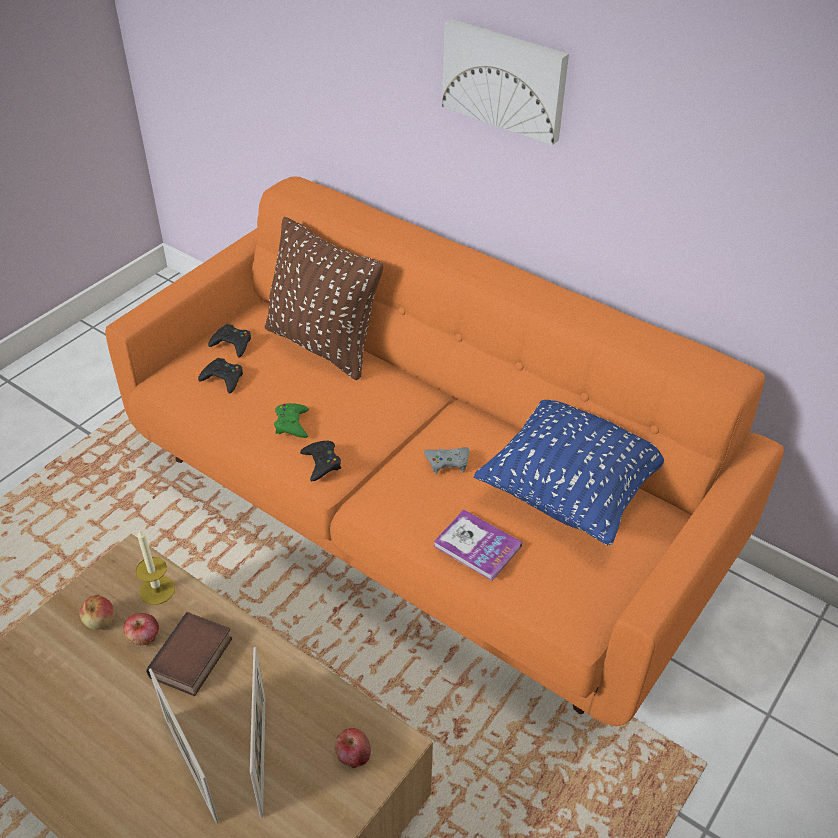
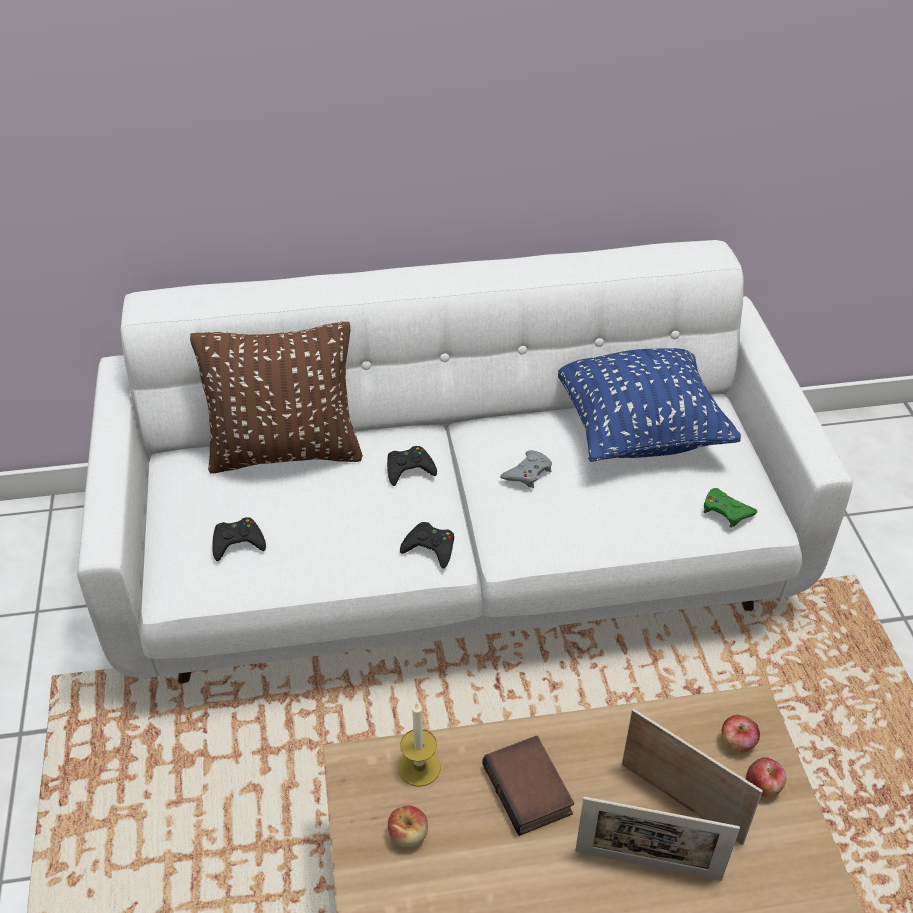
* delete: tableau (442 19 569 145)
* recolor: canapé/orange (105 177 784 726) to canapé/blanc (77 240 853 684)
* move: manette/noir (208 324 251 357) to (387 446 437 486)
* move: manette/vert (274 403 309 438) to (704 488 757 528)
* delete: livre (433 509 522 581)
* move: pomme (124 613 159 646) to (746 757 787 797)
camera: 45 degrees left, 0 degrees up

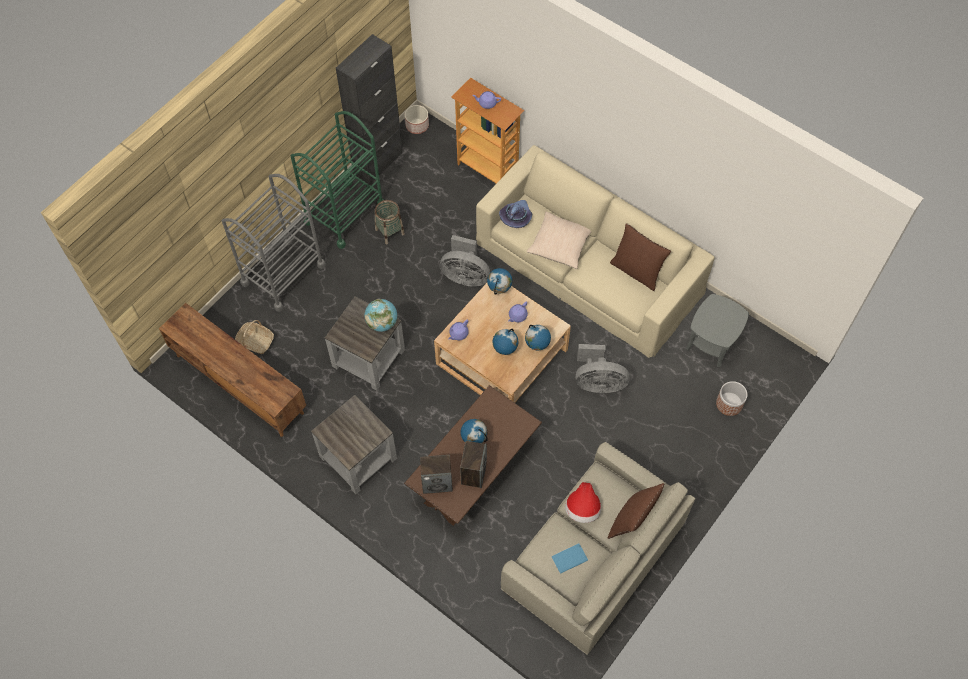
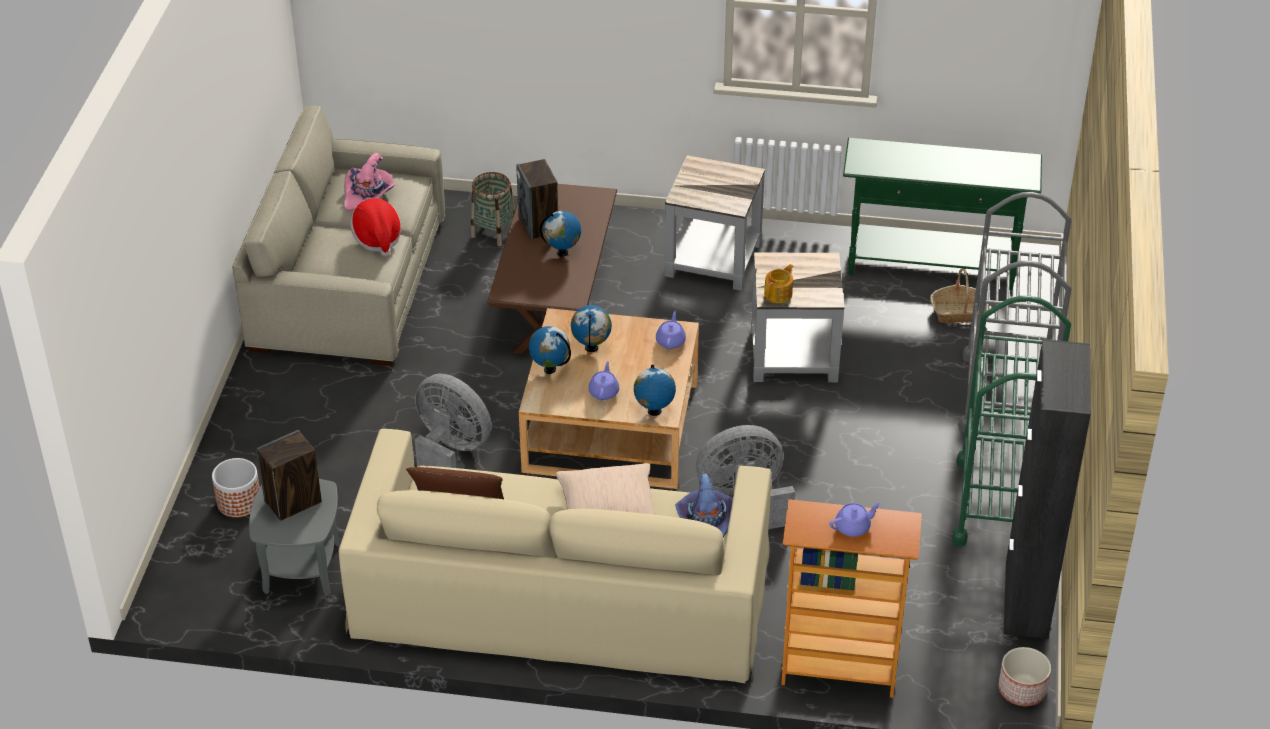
* move: panier (375 200 405 244) to (471 172 515 246)
* replace: globe (365 299 397 332) to théière (764 264 793 303)
* replace: meuble télé/marron (159 303 306 437) to table console/vert (843 138 1042 290)
* rotate: ventilateur/gris (575 344 630 393) = (415 374 492 468) 60 degrees clockwise
* move: enceinte (420 455 453 494) to (256 430 322 521)
* delete: coussin/marron (608 483 664 539)
* replace: livre/bleu (552 543 588 574) to chapeau/rose (344 153 395 211)
camera: 150 degrees right, 20 degrees down

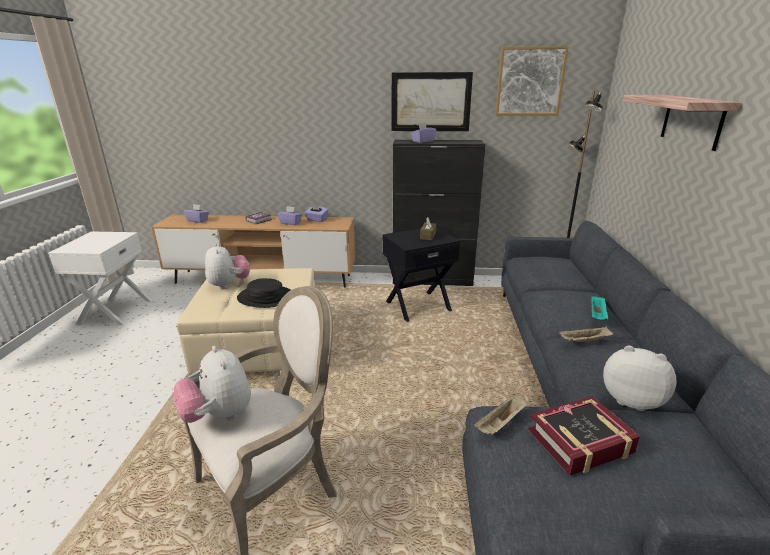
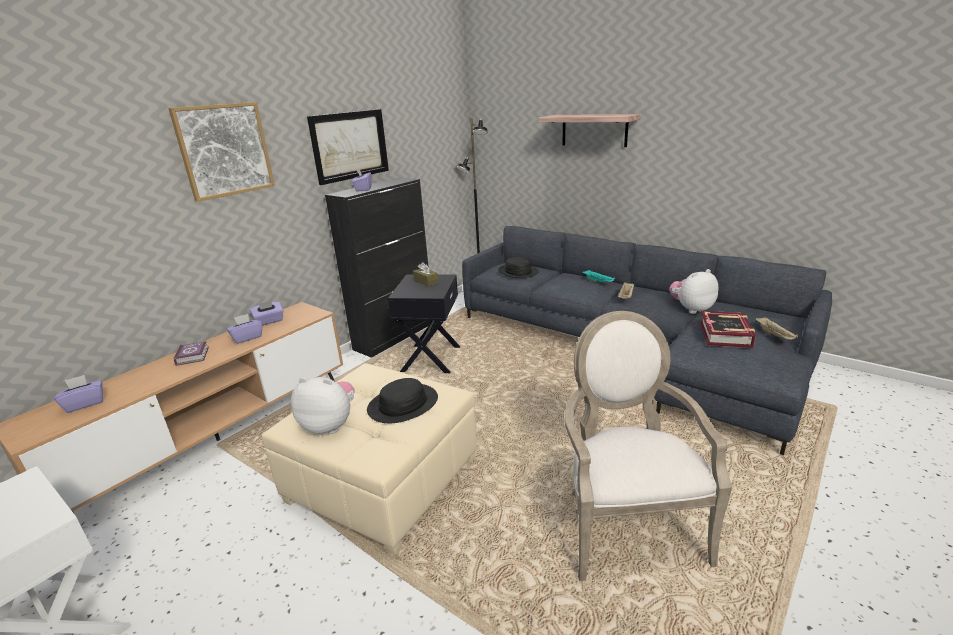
* move: tableau (495 46 569 115) to (168 102 275 202)
* delete: peluche (174 346 251 423)
* move: plateau/beige (474 394 527 436) to (755 317 798 340)
* insert: chapeau/noir (498 257 539 278)
camera: 55 degrees left, 0 degrees up

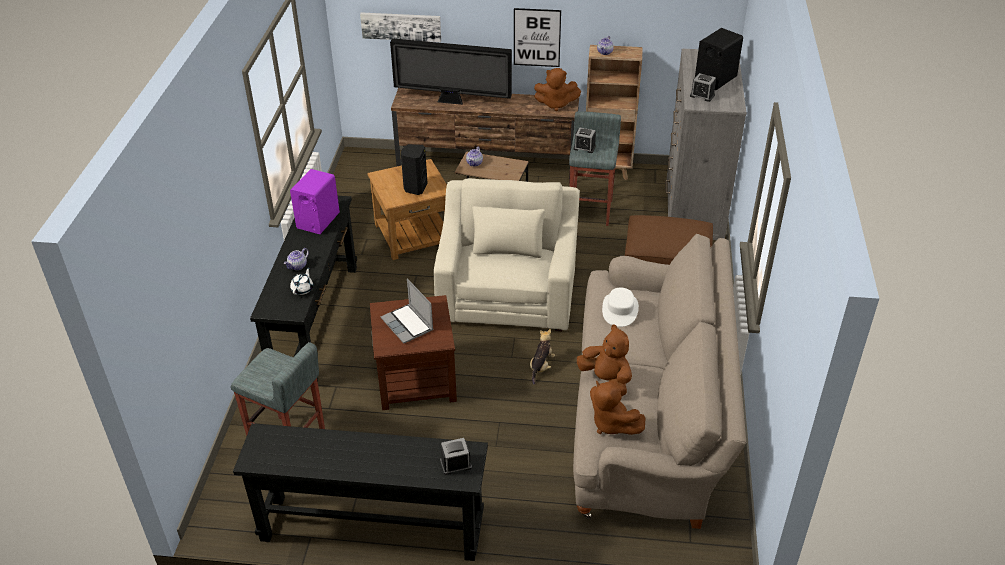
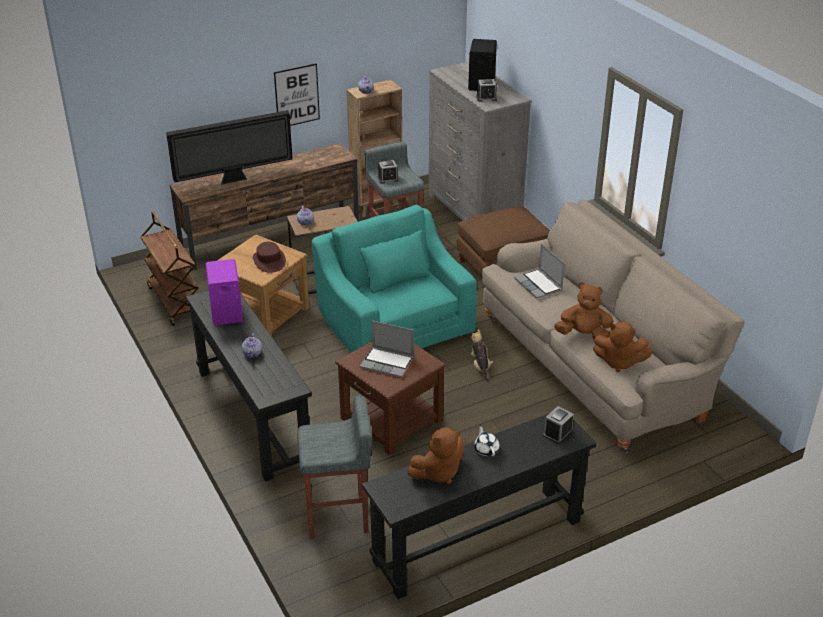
* delete: tableau (360 12 441 42)
* move: peluche/marron (534 68 581 111) to (408 427 464 484)
* replace: enceinte/noir (401 144 427 195) to chapeau/marron (253 242 286 273)
* recolor: fauteuil/beige (433 178 580 331) to fauteuil/turquoise (311 205 477 353)
* move: théière/blanc (290 267 313 295) to (474 424 500 456)
* replace: chapeau/blanc (602 288 639 327) to ordinateur portable (514 244 565 299)
* insert: chariot/marron (140 211 198 326)
camera: 35 degrees left, 5 degrees down

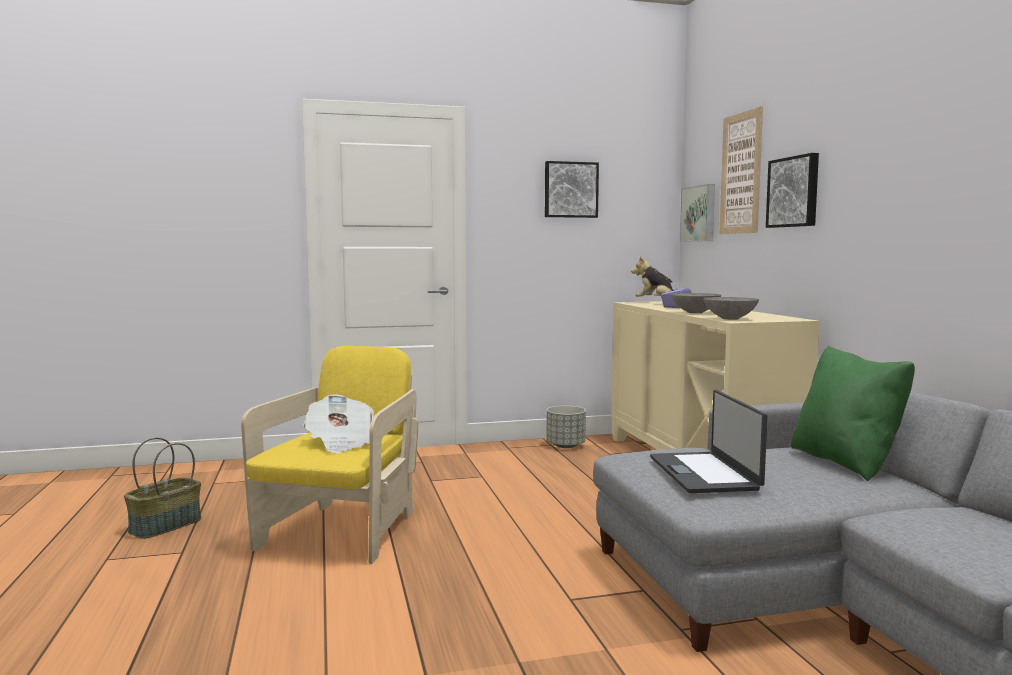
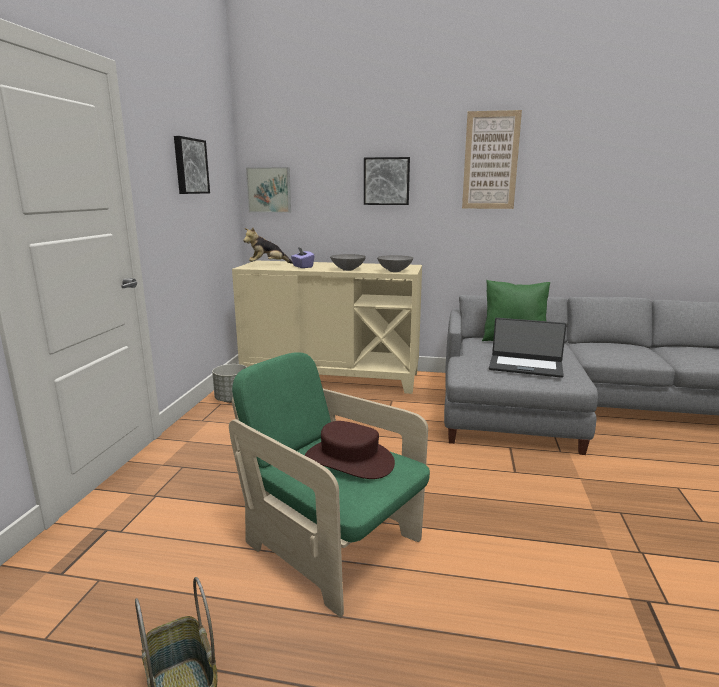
* move: tableau (719 106 763 234) to (462 110 522 209)
* recolor: fauteuil/jaune (241 346 419 564) to fauteuil/vert (229 352 430 617)
* replace: journal (304 394 374 453) to chapeau/marron (305 421 395 479)
camera: 65 degrees left, 10 degrees up

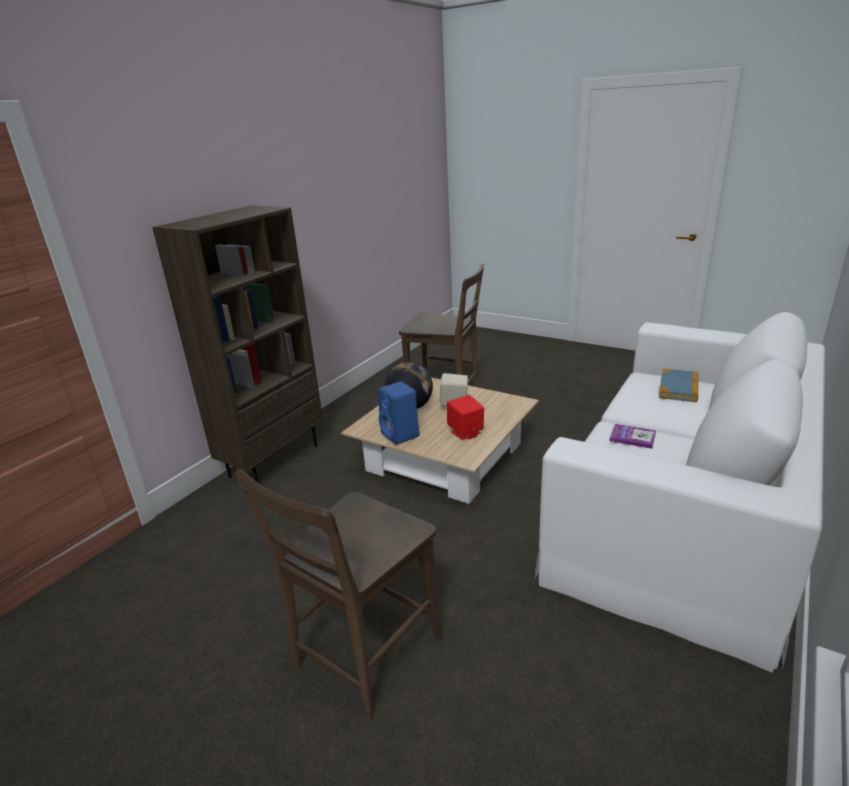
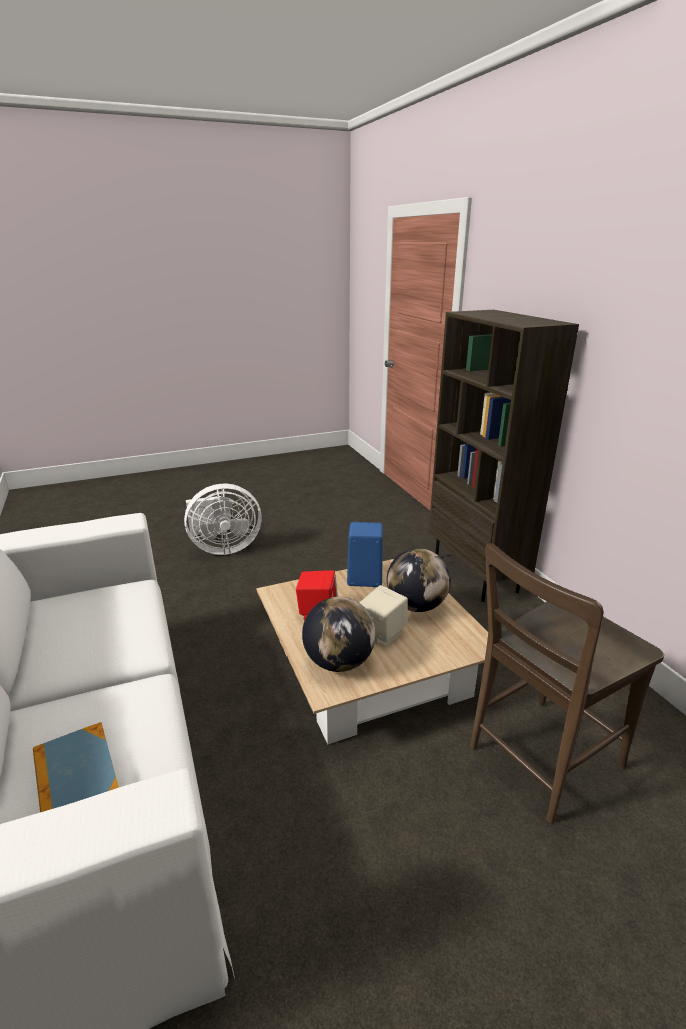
* delete: livre (610 424 656 449)
* replace: chaise/marron (235 469 443 720) to ventilateur/blanc (184 484 261 555)
* insert: globe (302 597 376 672)
camera: 125 degrees right, 0 degrees up

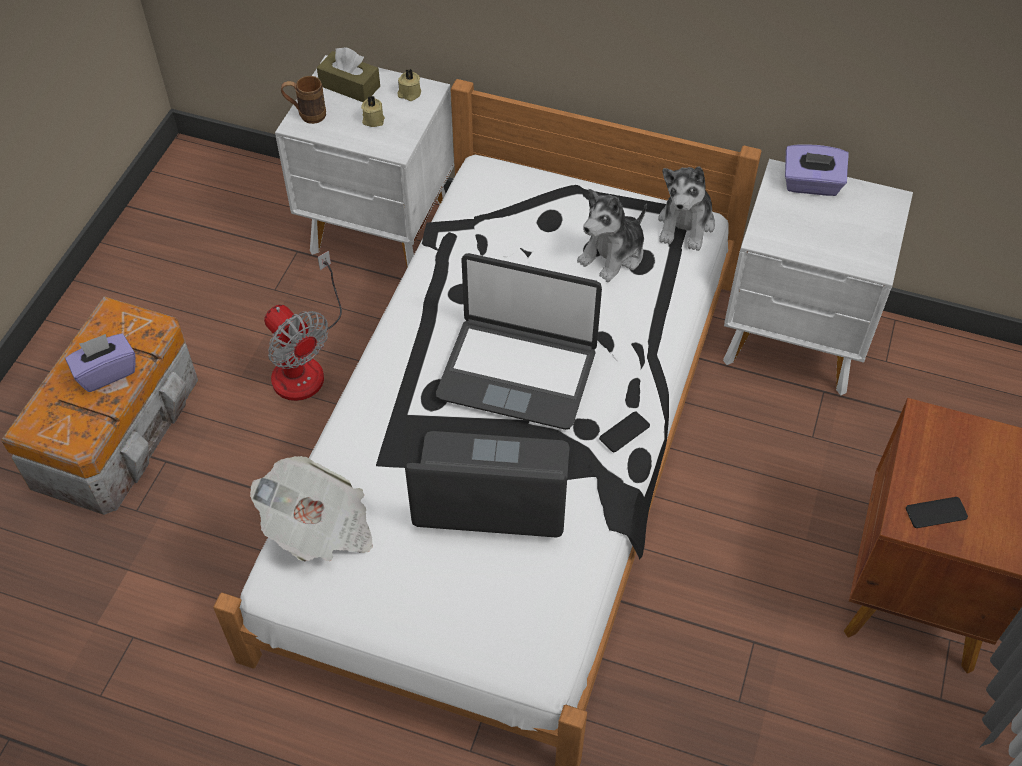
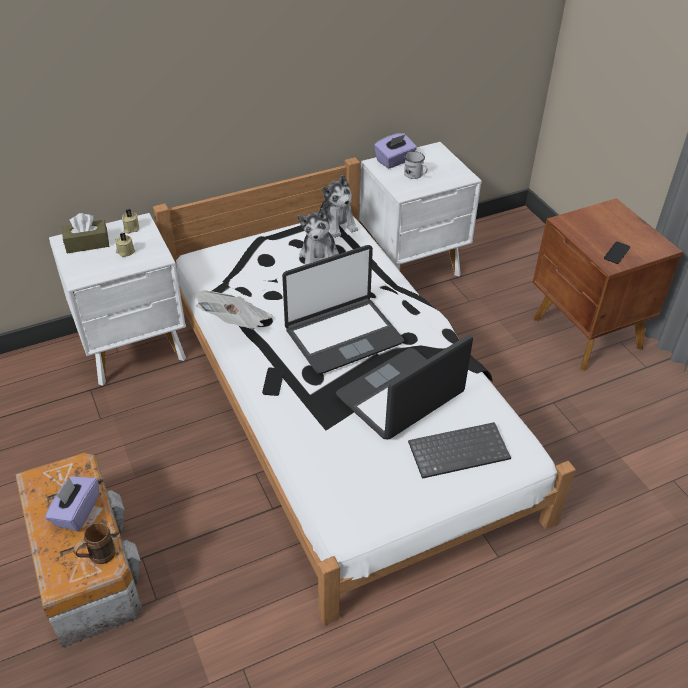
* move: mug/marron (281 76 326 124) to (73 523 115 564)
* delete: ventilateur (264 251 342 401)
* move: téléphone (599 411 650 452) to (262 368 284 396)
* move: journal (250 456 373 562) to (195 290 273 329)
* insert: mug/blanc (404 151 428 179)
* insert: clavier (408 422 511 479)
camera: 45 degrees left, 10 degrees down

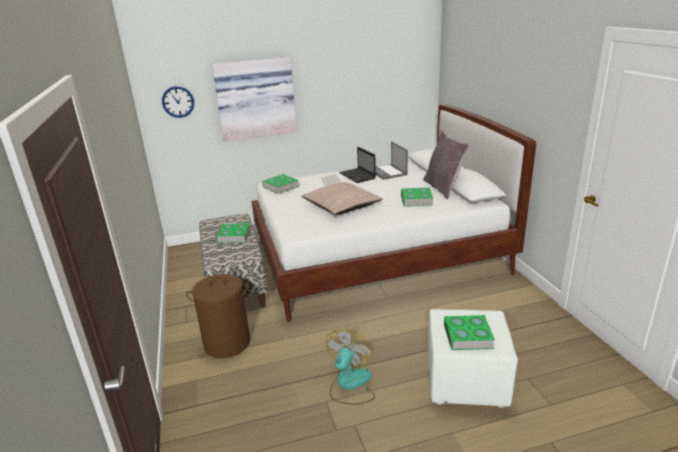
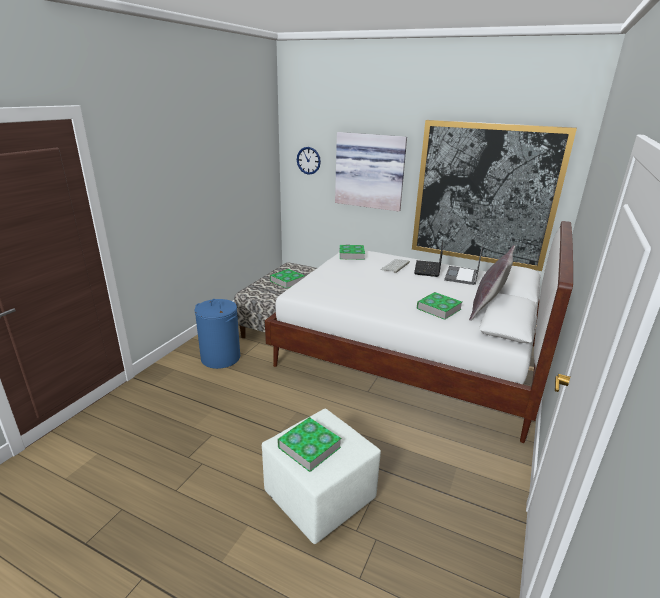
* delete: coussin (301 182 383 215)
* recolor: panier à linge/marron (186 274 250 358) to panier à linge/bleu (195 299 240 369)
* delete: ventilateur (326 329 375 405)
* insert: tableau (412 120 577 271)
camera: 40 degrees right, 0 degrees up

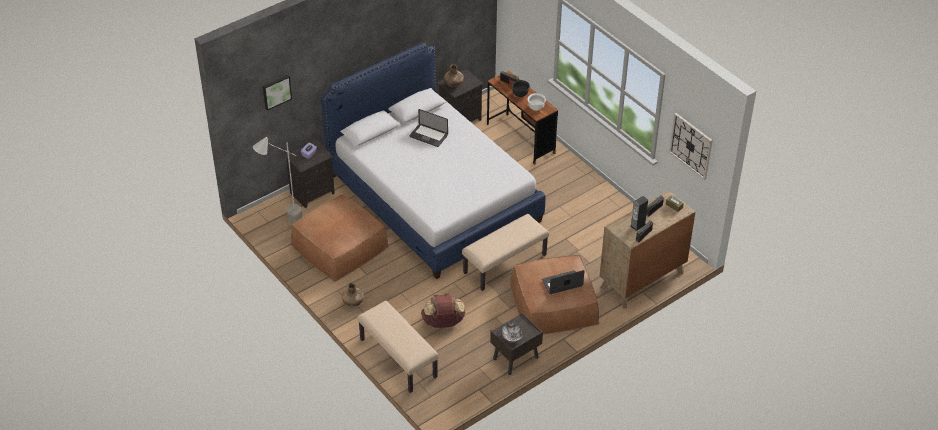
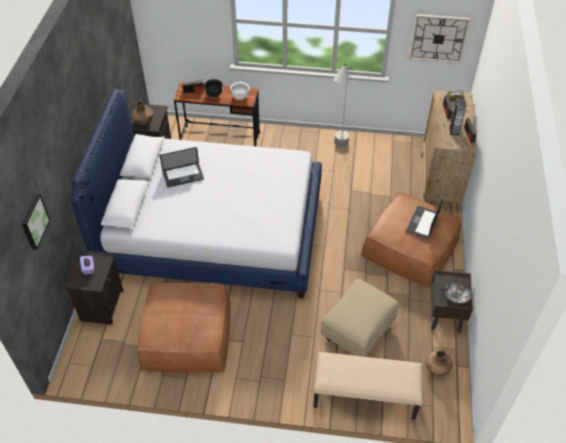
* move: lampadaire/gris (253 136 302 222) to (333 63 351 147)
* delete: banc/beige (462 214 549 291)
* move: vase/marron (342 282 364 307) to (426 350 452 376)
* replace: sac à dos/marron (421 293 466 328) to pouf/beige (321 278 400 357)
camera: 45 degrees left, 5 degrees up

